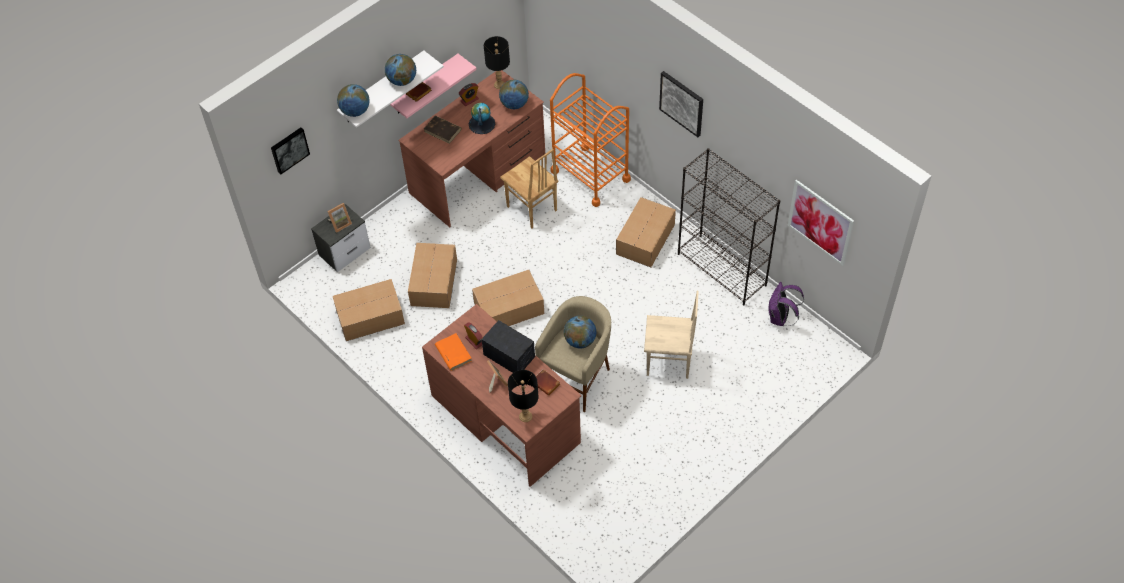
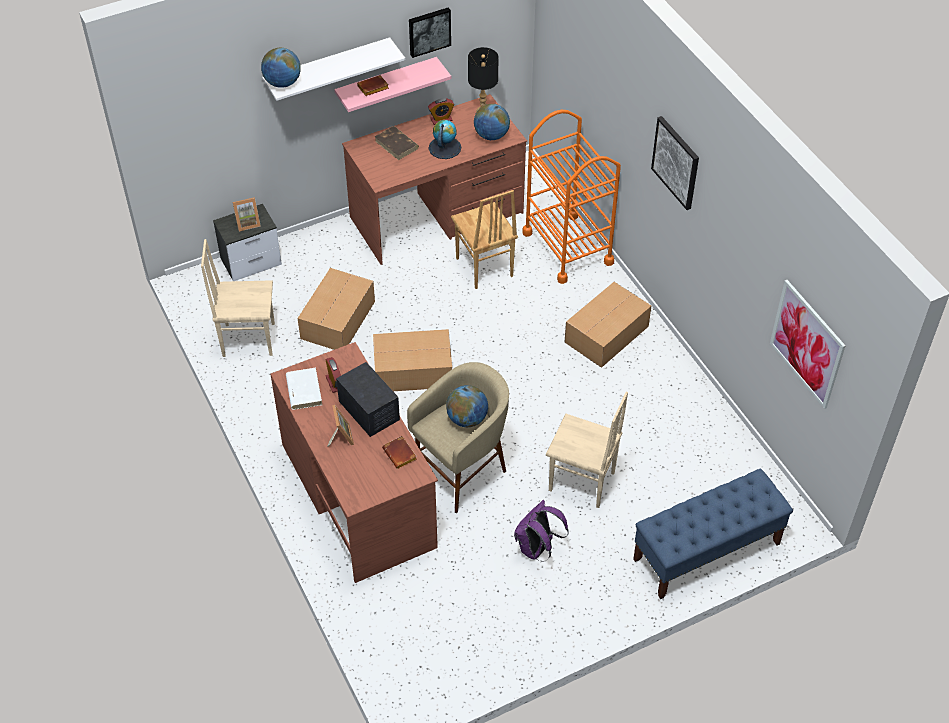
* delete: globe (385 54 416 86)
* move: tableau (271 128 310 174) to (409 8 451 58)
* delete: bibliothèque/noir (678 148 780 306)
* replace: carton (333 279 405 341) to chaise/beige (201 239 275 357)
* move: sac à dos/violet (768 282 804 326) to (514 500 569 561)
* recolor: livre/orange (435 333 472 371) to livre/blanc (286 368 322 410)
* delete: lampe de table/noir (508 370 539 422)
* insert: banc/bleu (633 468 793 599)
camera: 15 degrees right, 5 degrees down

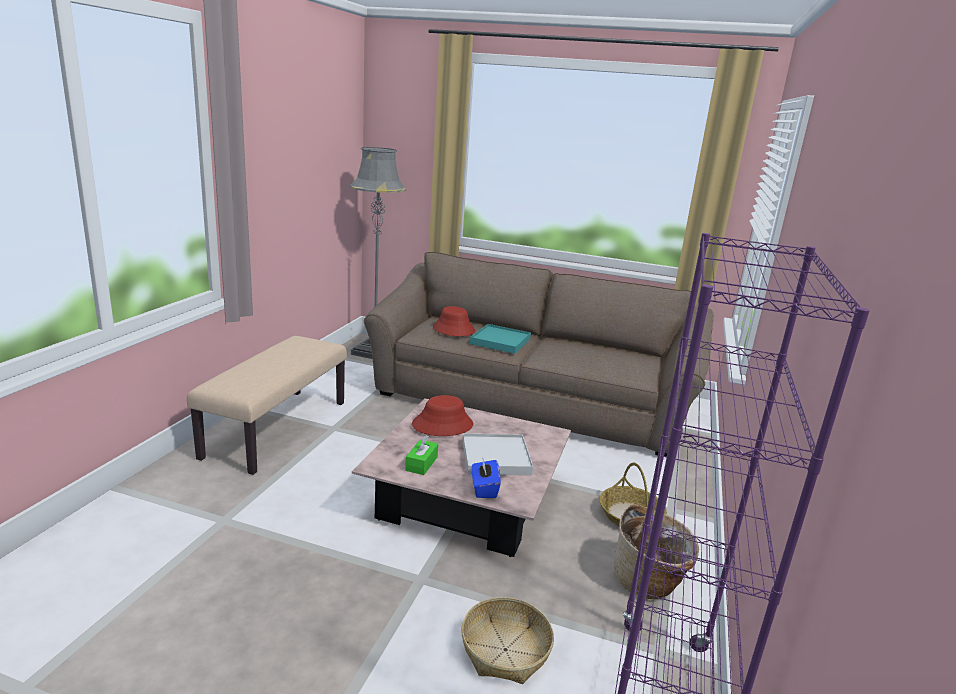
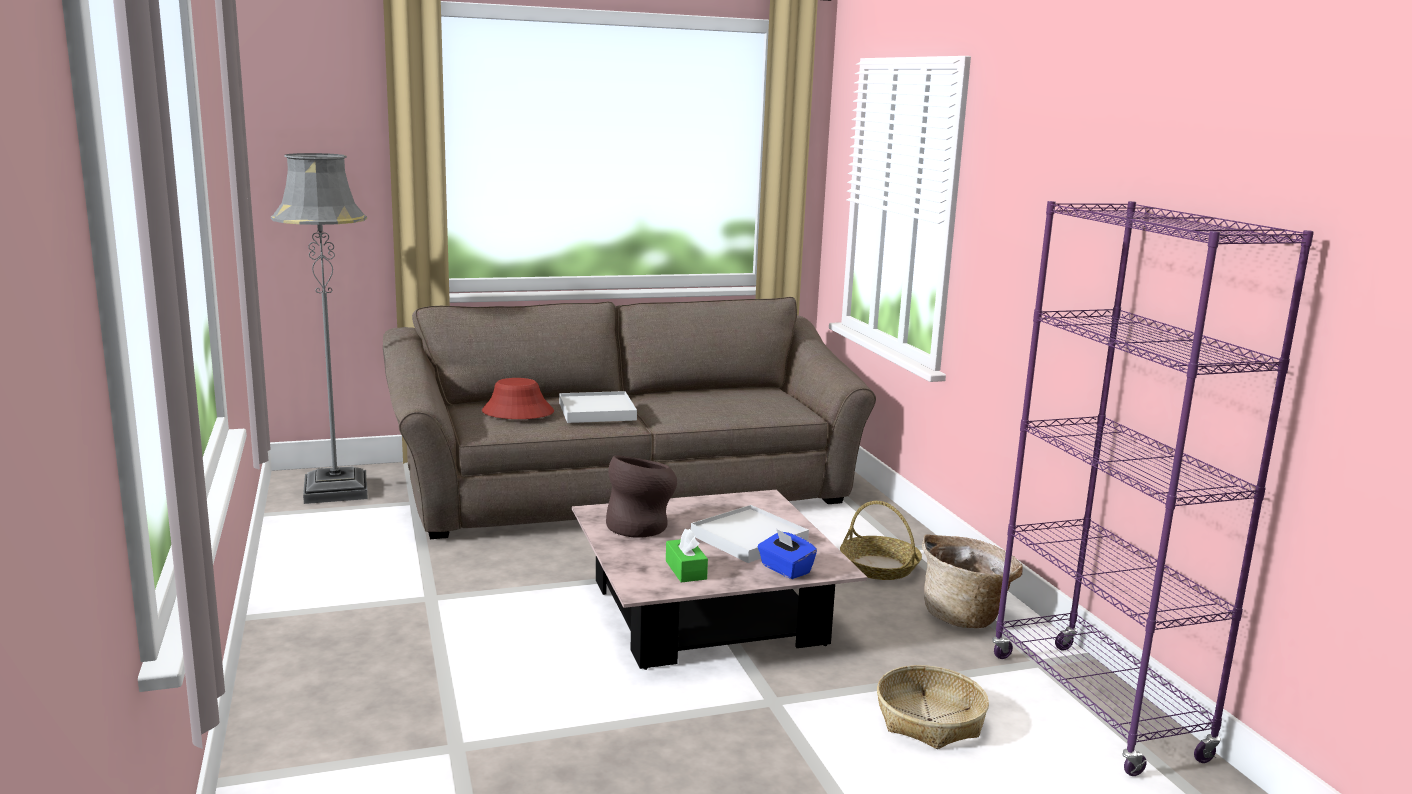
* recolor: plateau/turquoise (470 324 531 354) to plateau/blanc (559 391 637 423)
* delete: banc/beige (187 336 347 475)
* replace: chapeau/rouge (412 395 473 436) to vase/marron (606 455 677 538)
camera: 35 degrees left, 5 degrees down

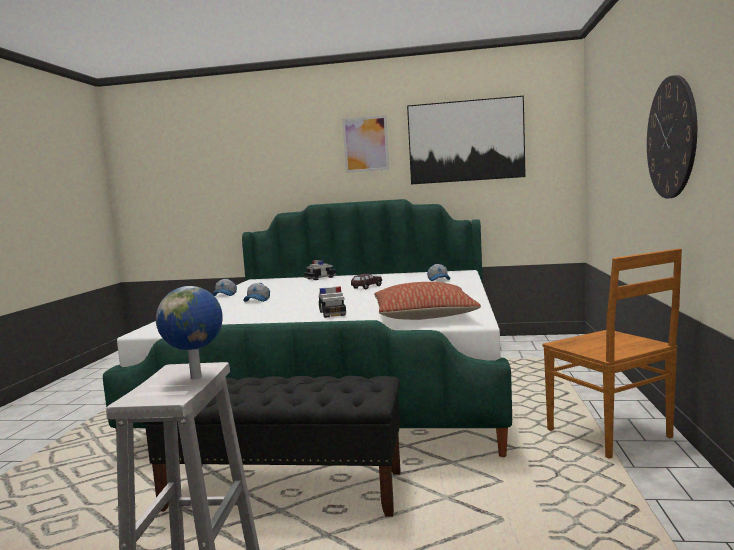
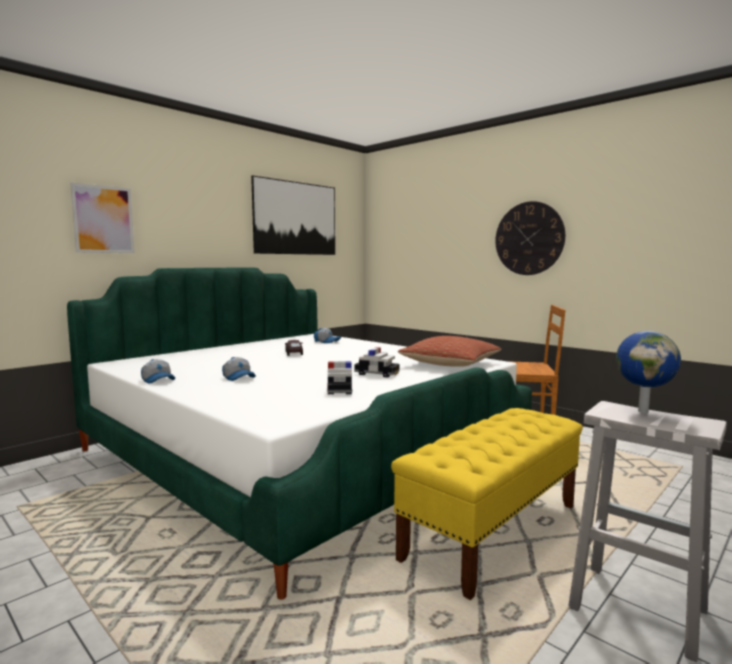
* move: tableau (342 115 389 173) to (70 182 135 253)
* move: petite voiture (304 260 336 280) to (327 361 353 394)
* recolor: banc/noir (143 376 401 517) to banc/jaune (391 408 583 600)
camera: 55 degrees left, 0 degrees up

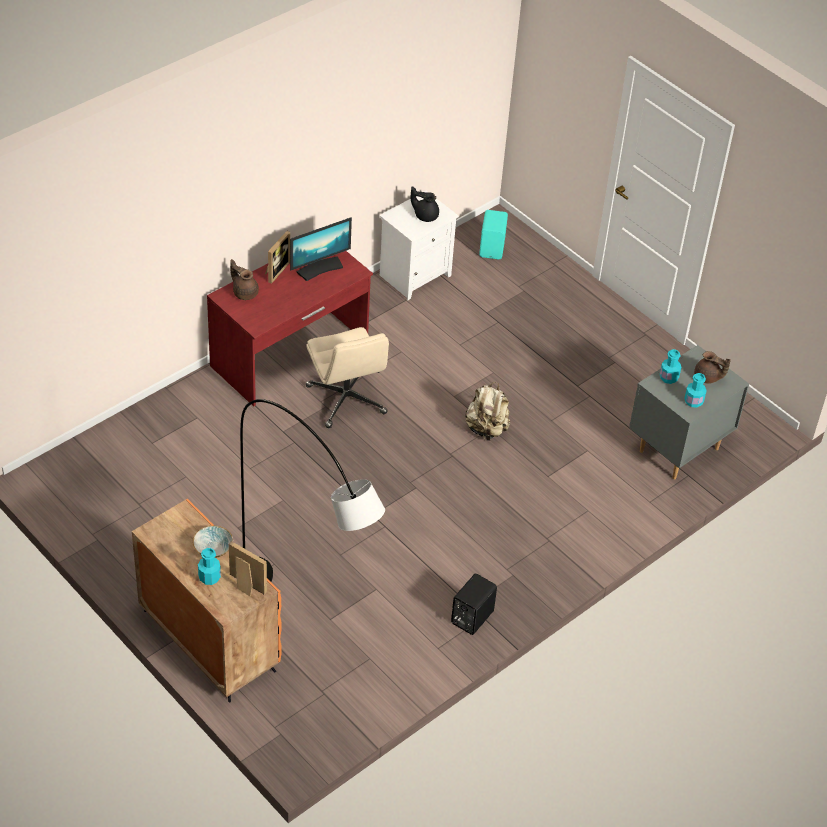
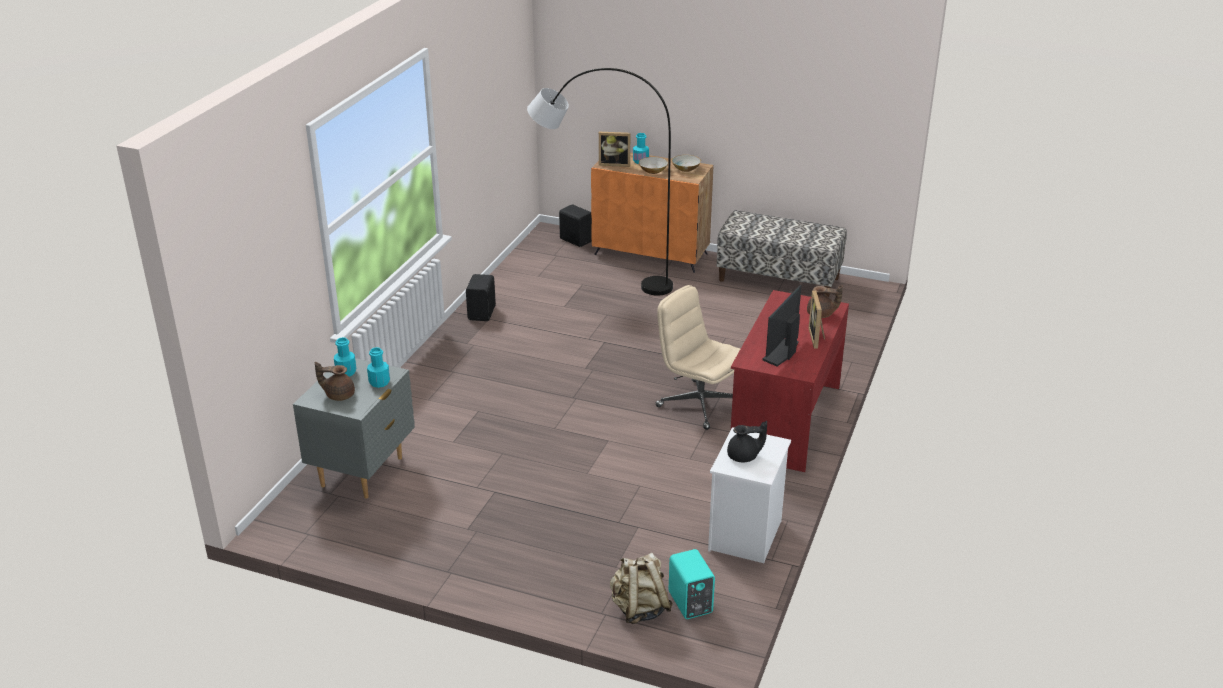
* move: sac à dos/beige (465 382 510 441) to (610 553 673 624)
* insert: bol (672 155 701 172)
* insert: enceinte/noir (559 204 592 247)
* insert: banc (717 210 847 297)
camera: 155 degrees right, 15 degrees down

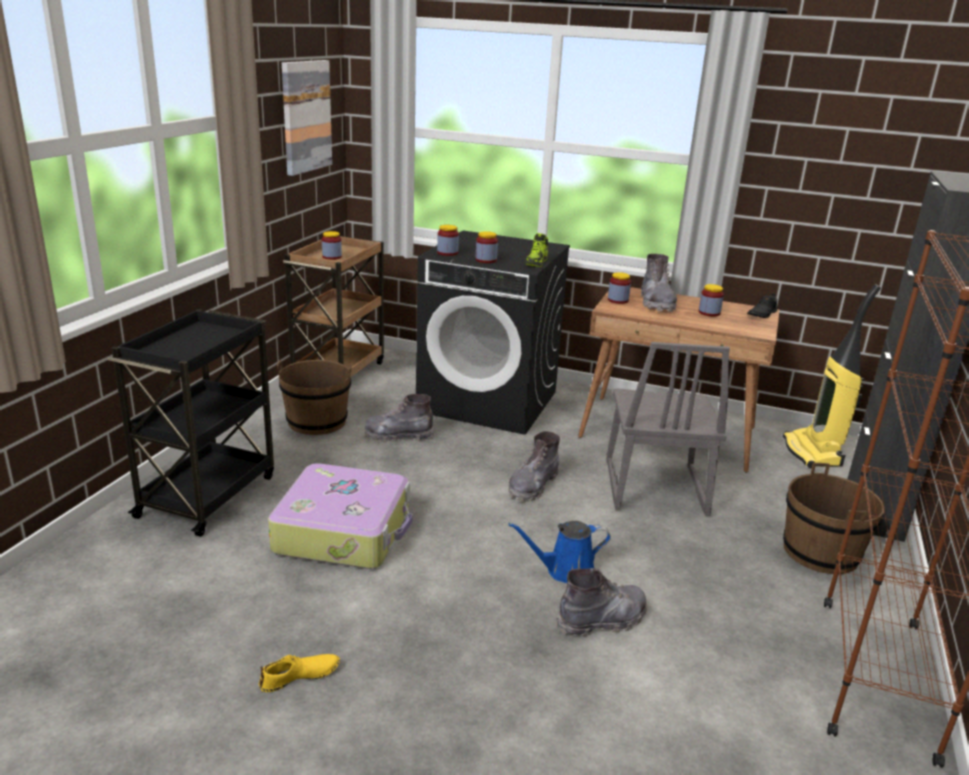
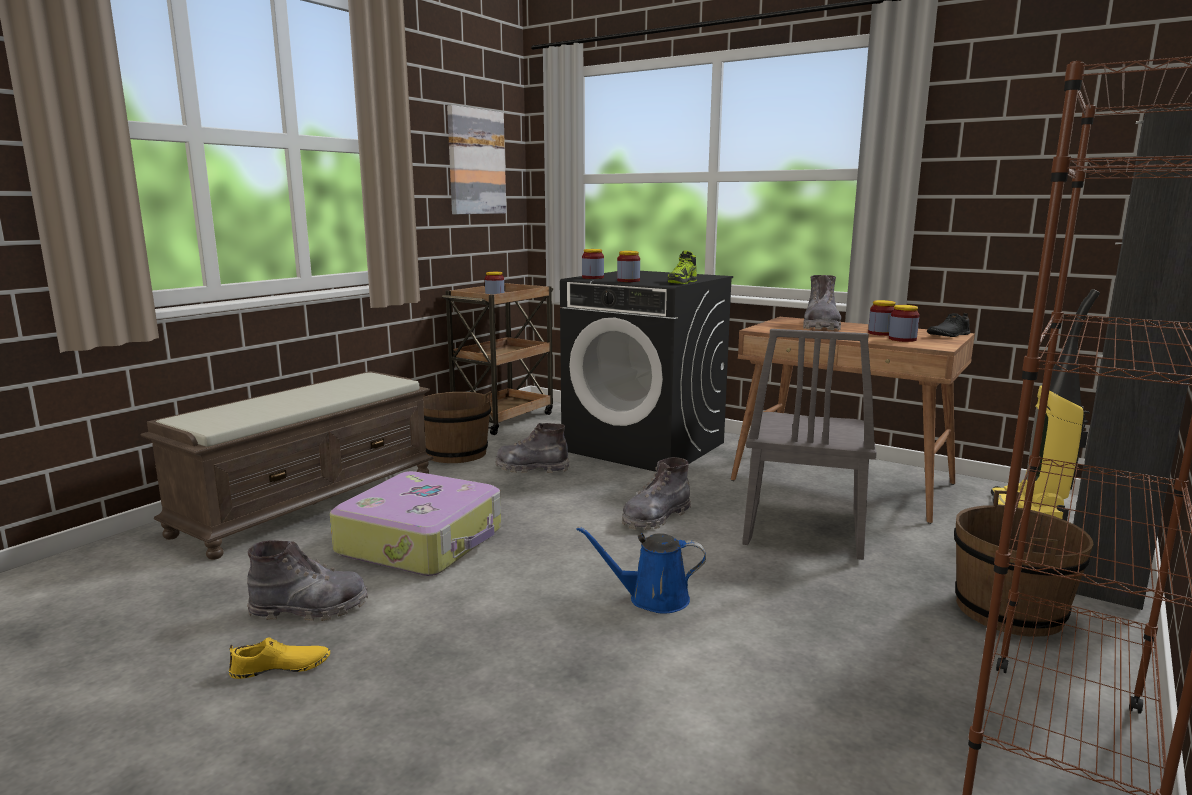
* move: bocal (608 272 631 304) to (889 305 920 342)
* replace: chariot/noir (108 309 274 537) to banc/marron (141 371 433 560)
* move: botte/gris (556 568 647 636) to (247 540 368 621)
camera: 15 degrees right, 10 degrees down

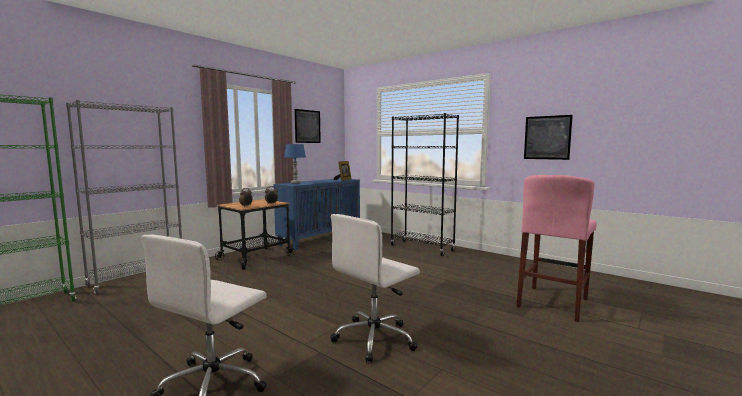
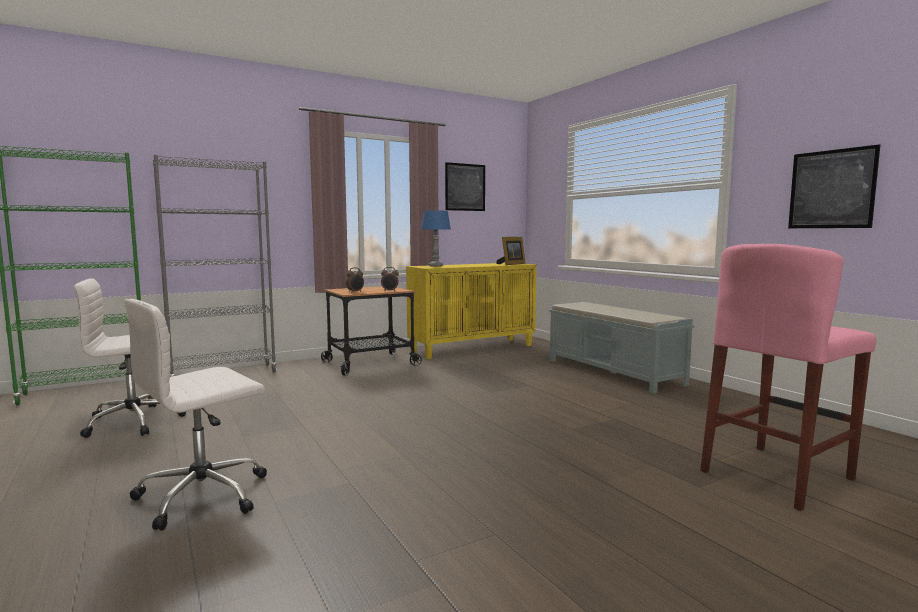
* replace: bibliothèque/noir (390 113 459 256) to banc/gris (549 302 695 394)
* recolor: meuble de rangement/bleu (273 178 360 250) to meuble de rangement/jaune (406 263 537 359)
* move: chaise de bureau/blanc (330 214 420 363) to (74 278 186 438)
camera: 20 degrees right, 0 degrees up

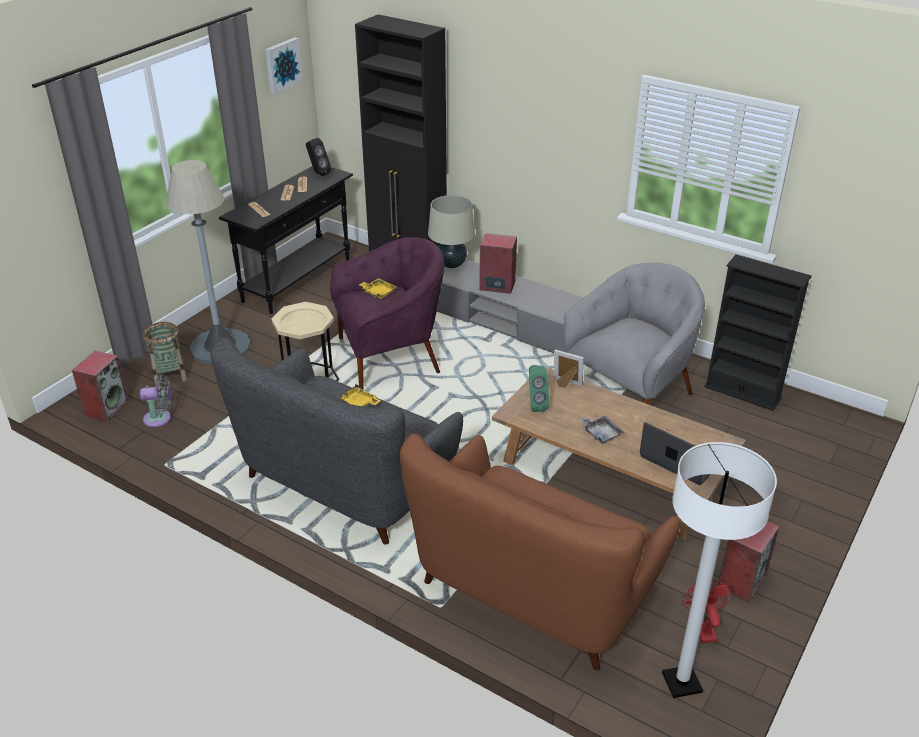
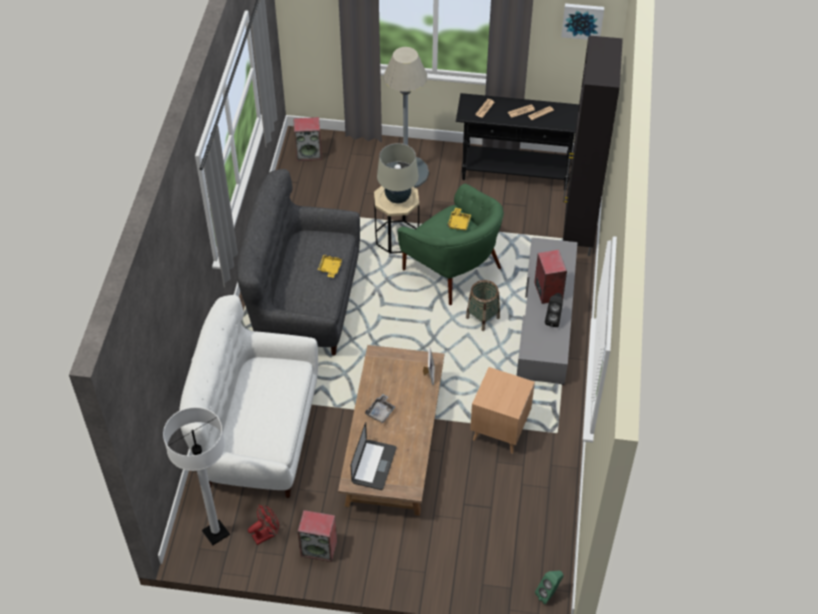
* move: enceinte/noir (306 138 331 176) to (545 293 563 327)
* move: lampe de table/beige (428 195 475 268) to (377 143 419 203)
* recolor: fauteuil/violet (330 237 444 390) to fauteuil/vert (397 184 504 305)
* delete: bibliothèque/noir (704 254 812 411)
* replace: fauteuil/gris (564 263 705 405) to table d'appoint/marron (470 367 535 454)
* move: panier (143 322 187 384) to (466 280 500 331)
* move: enceinte/vert (529 365 550 412) to (535 570 564 604)
* delete: ventilateur/gris (140 375 172 427)
* recolor: canapé/marron (400 434 680 671) to canapé/blanc (179 295 318 498)
camera: 65 degrees right, 15 degrees up

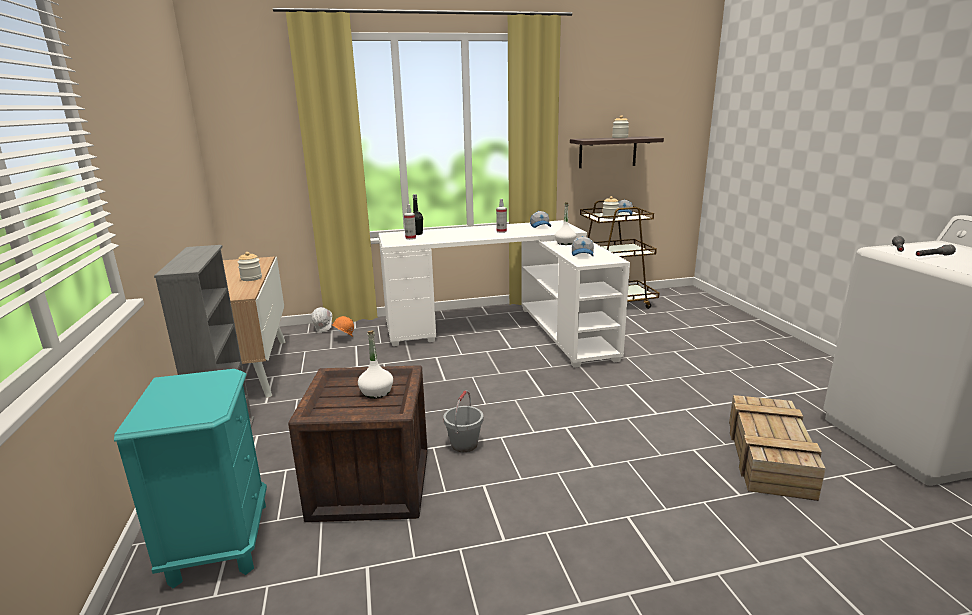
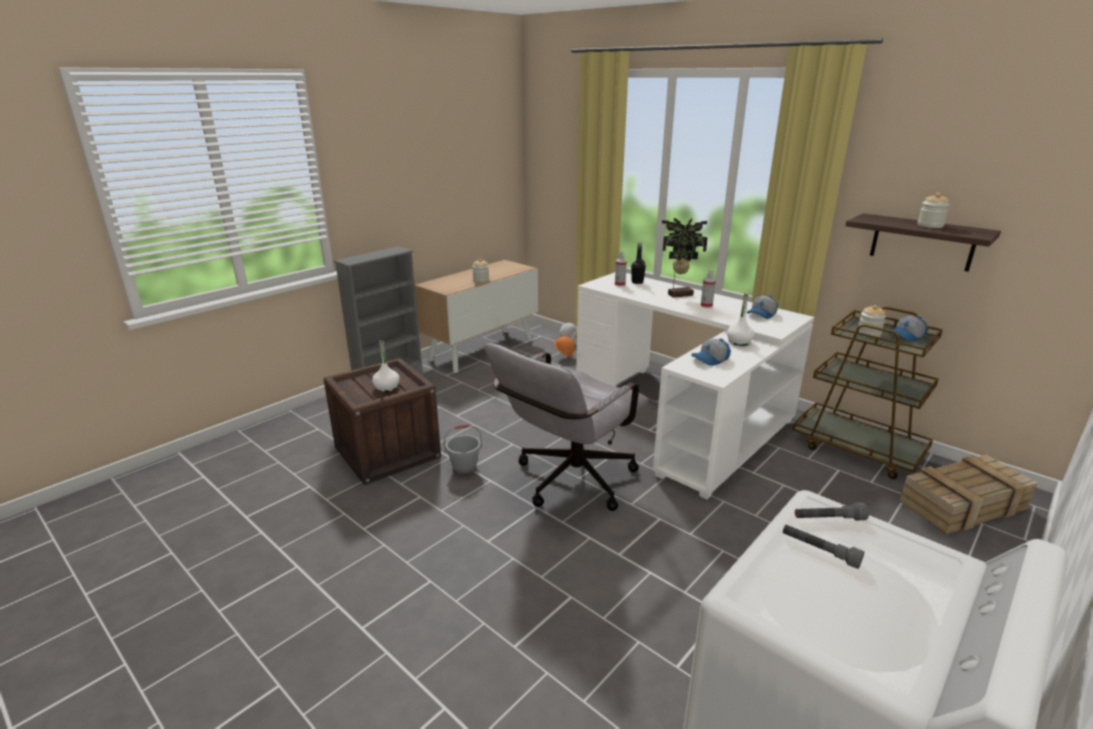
* delete: table de chevet/turquoise (114 369 267 588)
* move: caisse (729 395 826 501) to (900 455 1038 534)
* insert: plante en pot (662 218 708 298)
* insert: chaise de bureau/gris (484 343 649 511)
camera: 55 degrees right, 5 degrees up

